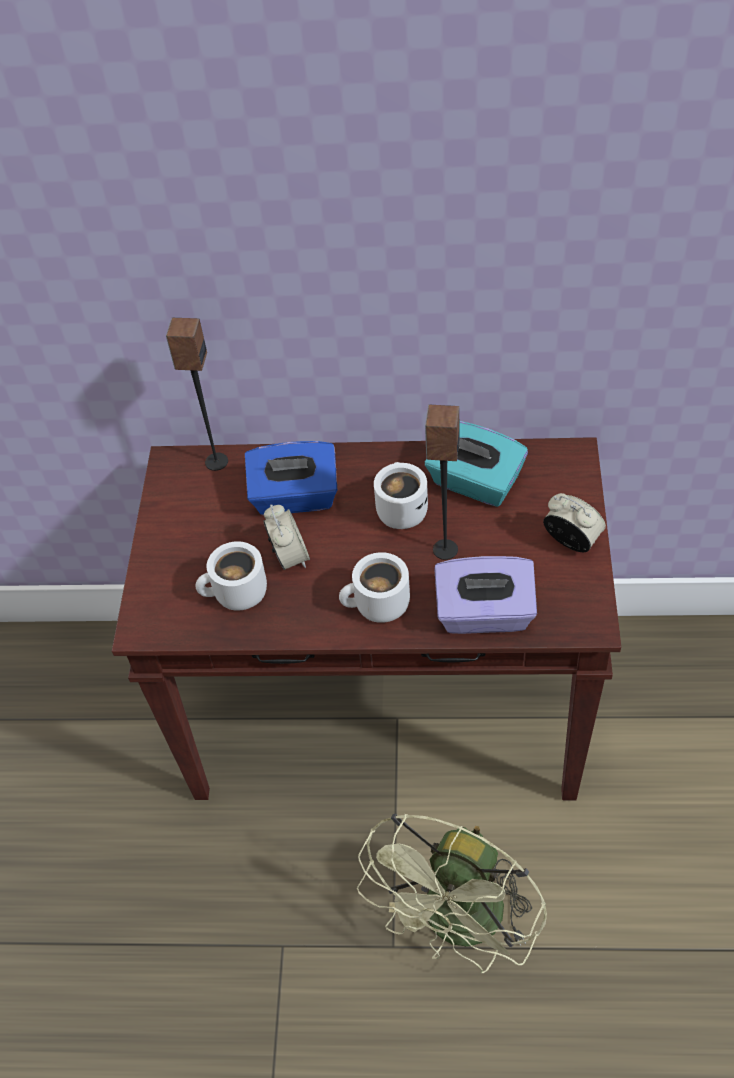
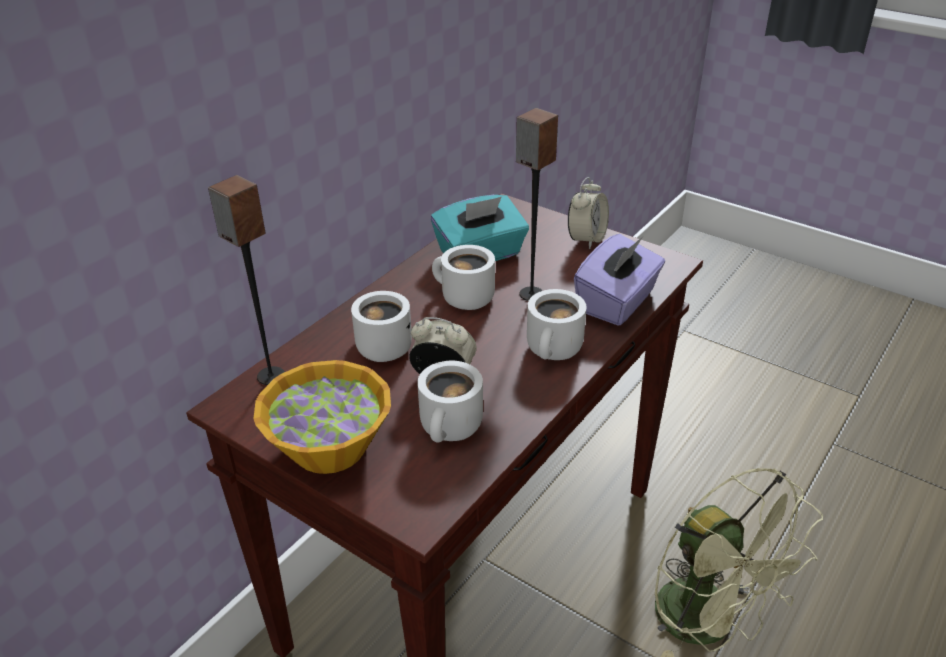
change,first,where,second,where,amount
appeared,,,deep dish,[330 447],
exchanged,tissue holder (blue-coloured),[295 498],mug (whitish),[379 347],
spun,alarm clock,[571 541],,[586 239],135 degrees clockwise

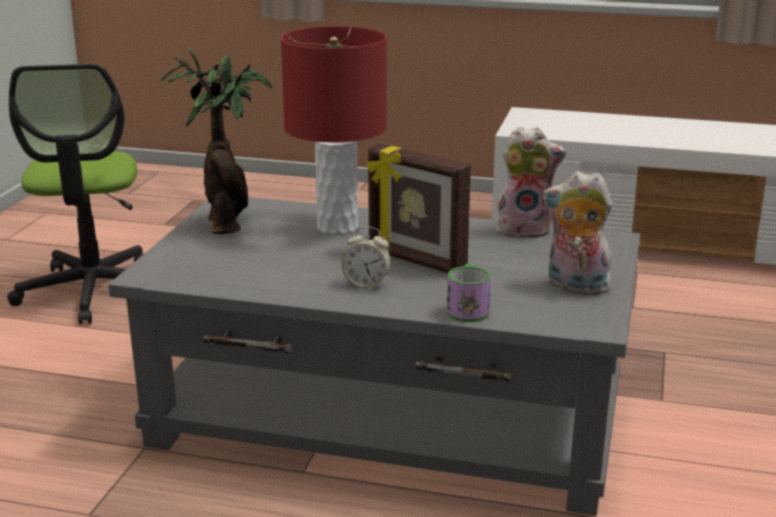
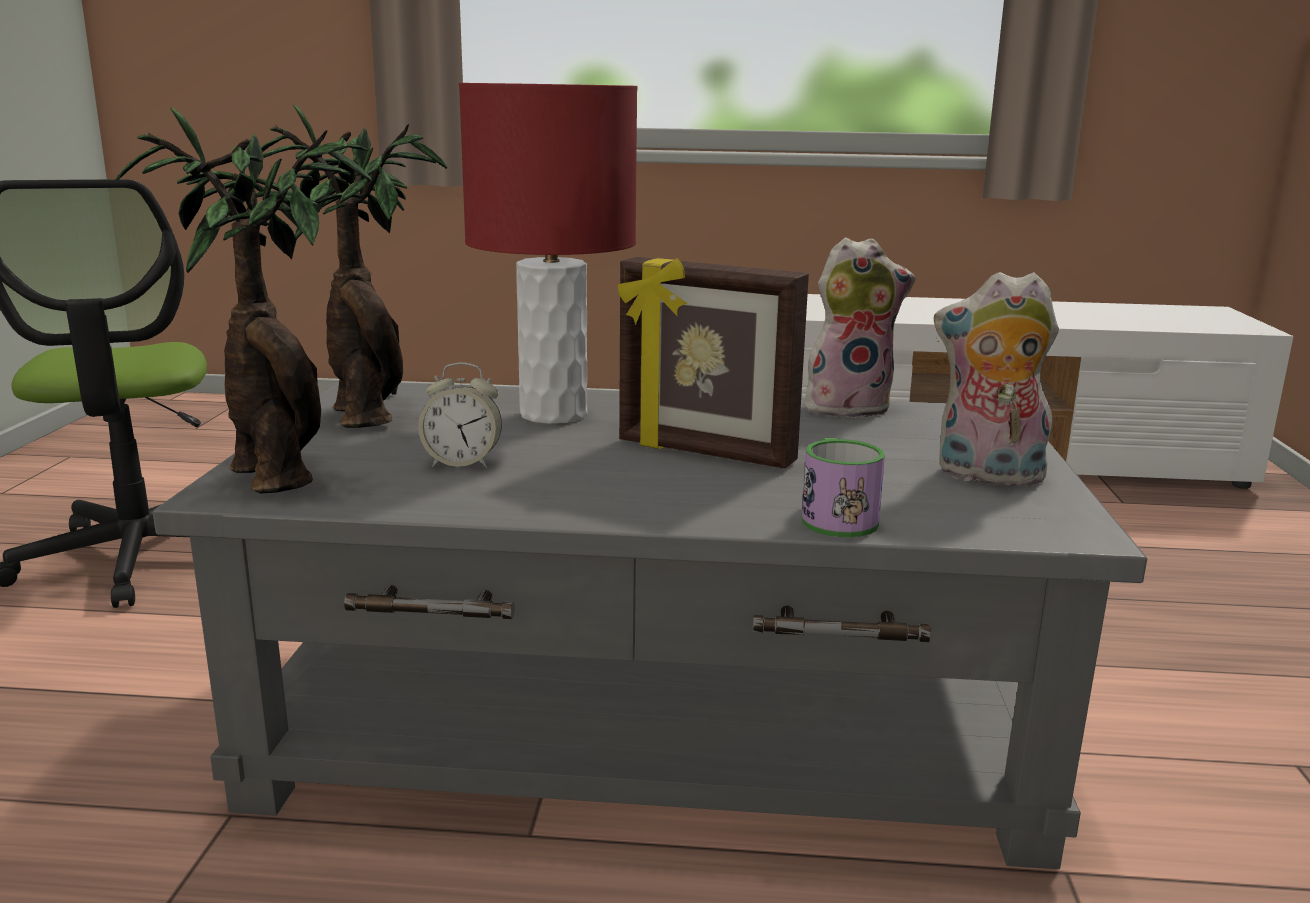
change,first,where,second,where,amount
appeared,,,plant in a pot,[275 474],
relocated,alarm clock,[366 285],,[462 463],

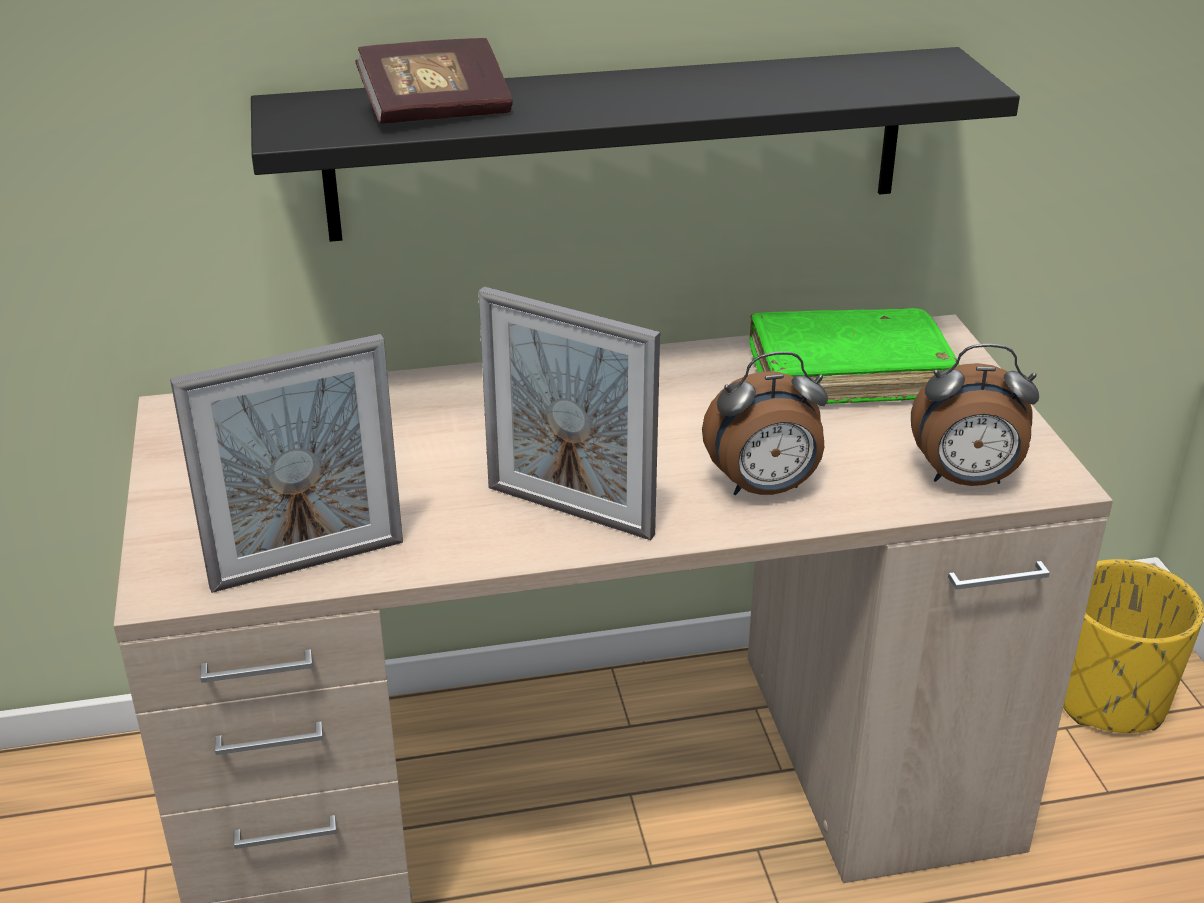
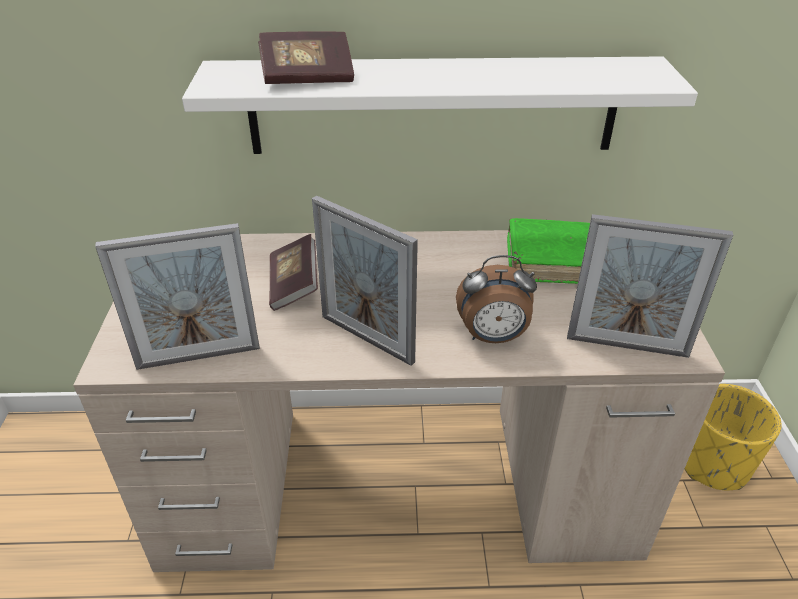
change,first,where,second,where,amount
colour,wall shelf (blackish),[618 144],wall shelf (whitish),[433 106],
appeared,,,volume,[294 285],
exchanged,alarm clock,[966 480],photo frame,[626 346],

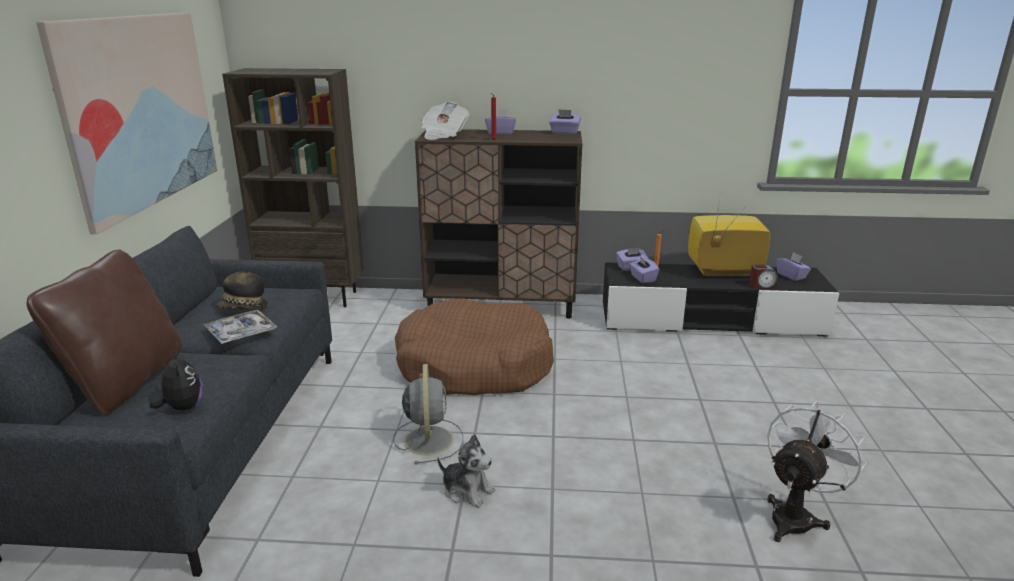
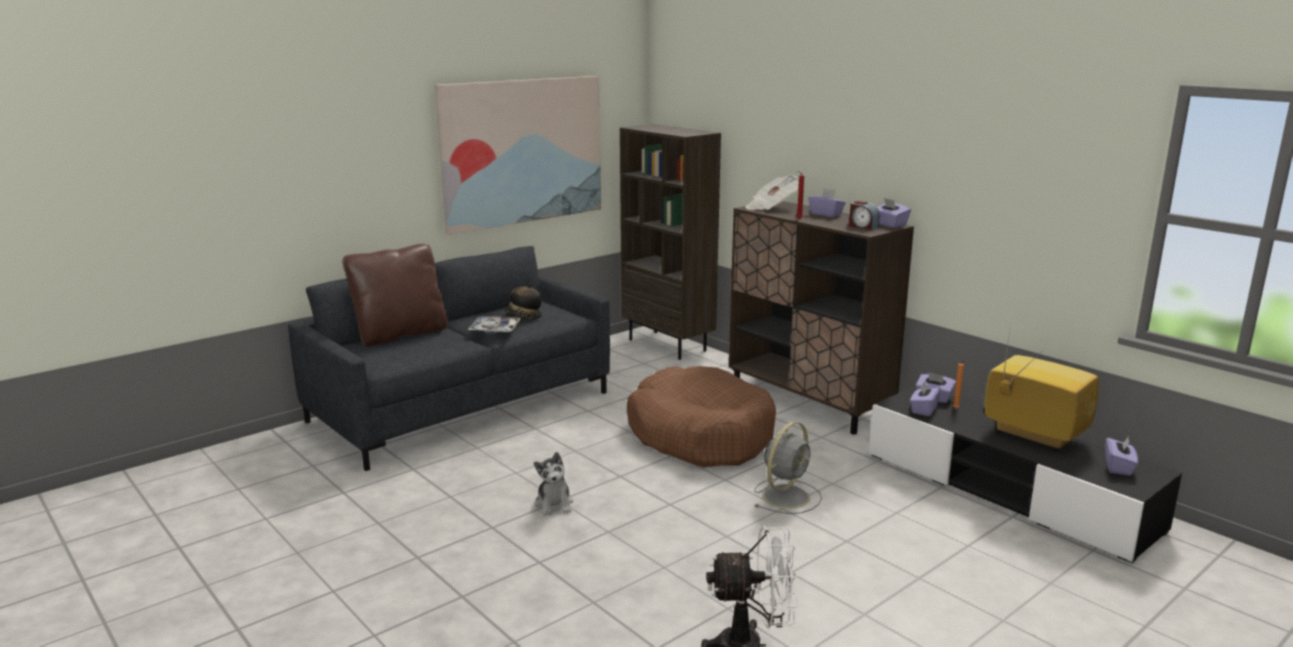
change,first,where,second,where,amount
relocated,electric fan (greyish),[428 439],,[787 496],
relocated,alarm clock,[762 286],,[862 226],
missing,cuddly toy,[183 407],,,

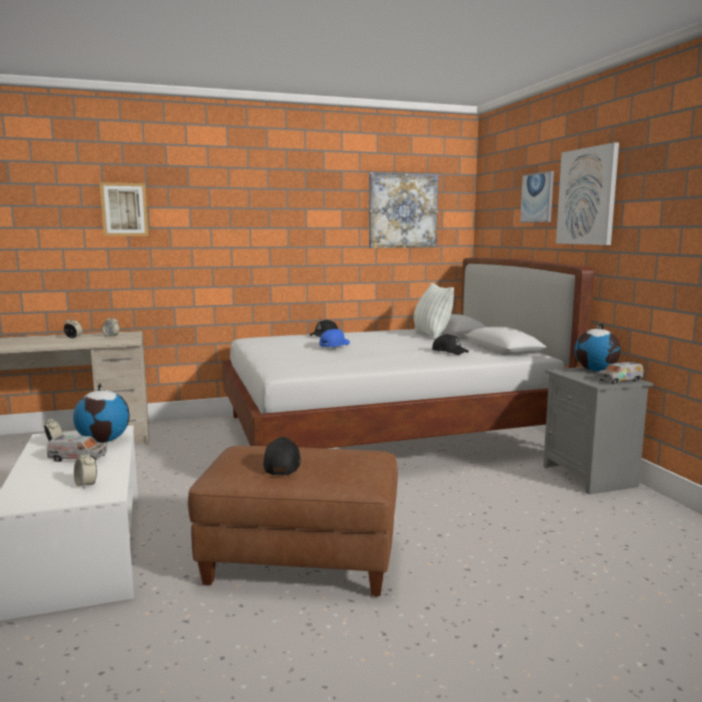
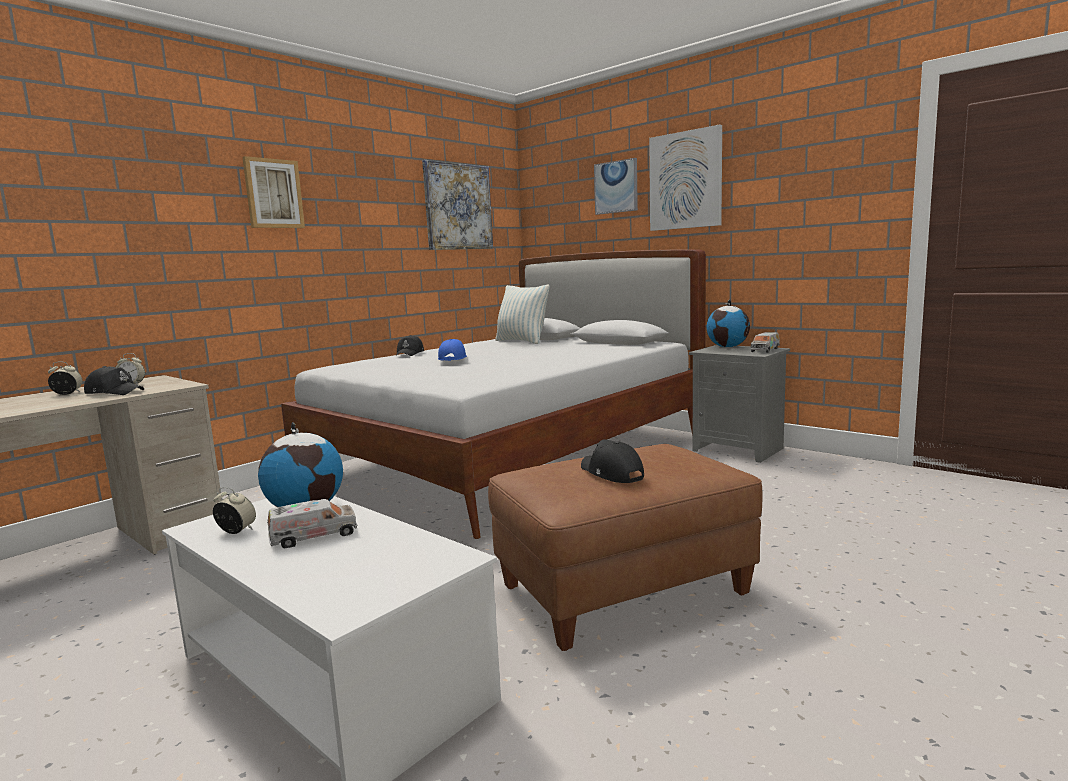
change,first,where,second,where,amount
relocated,peaked cap (blackish),[449 351],,[114 392],
relocated,picture,[124 209],,[273 194],
missing,alarm clock,[86 485],,,

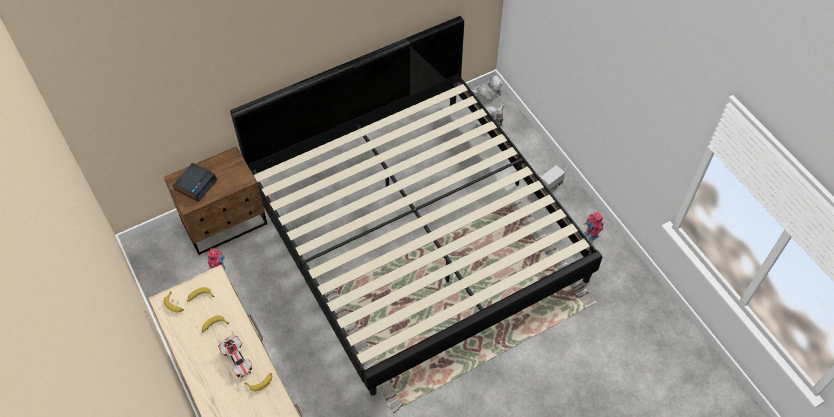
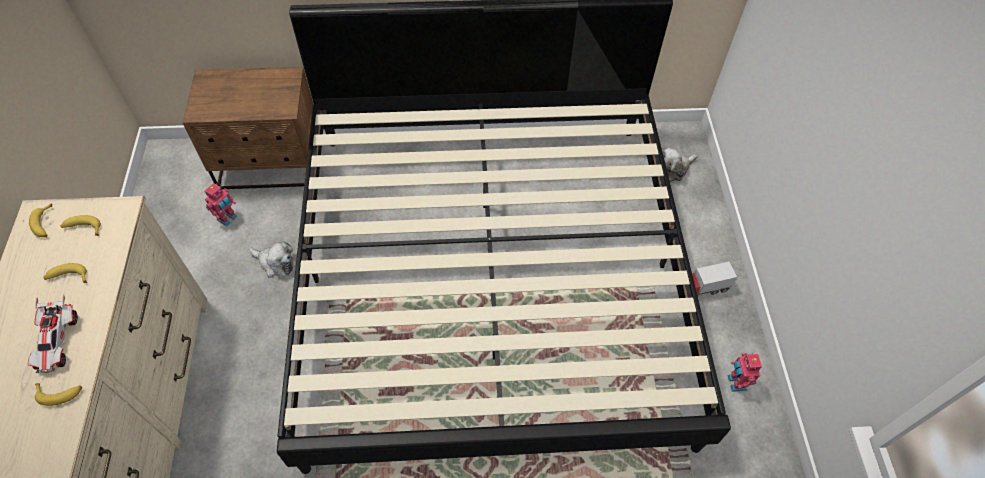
change,first,where,second,where,amount
relocated,cuddly toy,[488 92],,[276 263],
missing,alarm clock,[196 184],,,

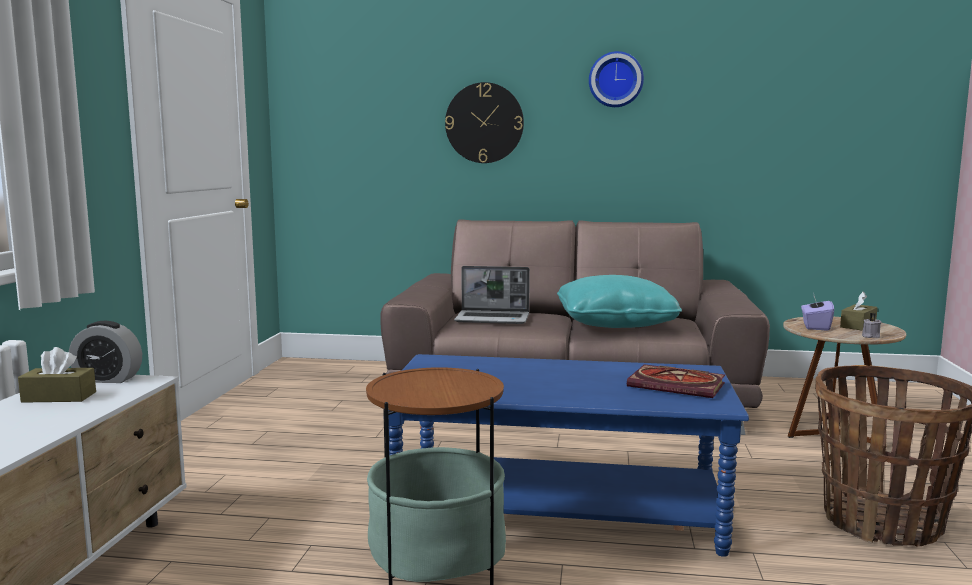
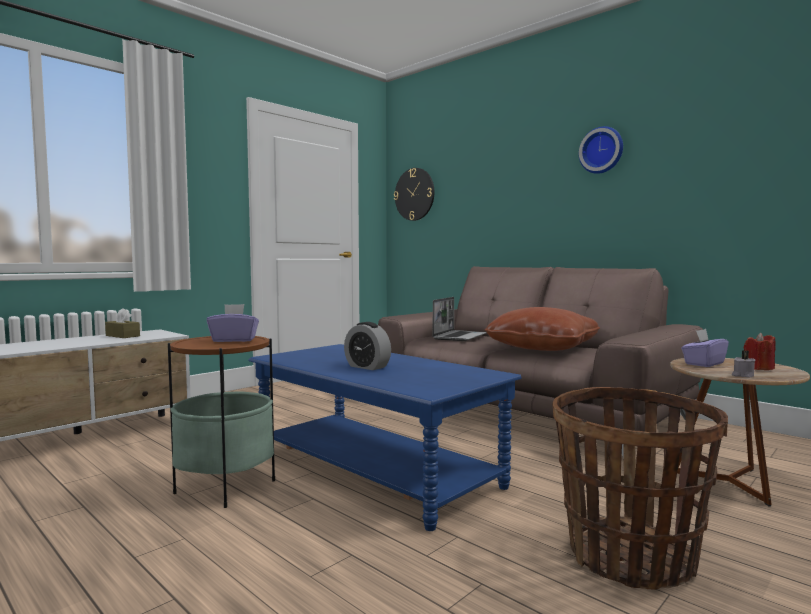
change,first,where,second,where,amount
appeared,,,tissue holder (purple-coloured),[234 340],
relocated,alarm clock,[108 379],,[367 367],
relocated,wall clock,[484 123],,[414 194],
spun,laptop,[493 319],,[459 337],105 degrees counterclockwise
colour,pillow (turquoise),[615 324],pillow (brown-coloured),[542 348],
exchanged,tissue holder (brown-coloured),[858 325],wax light (red-coloured),[758 368],
missing,volume,[679 385],,,

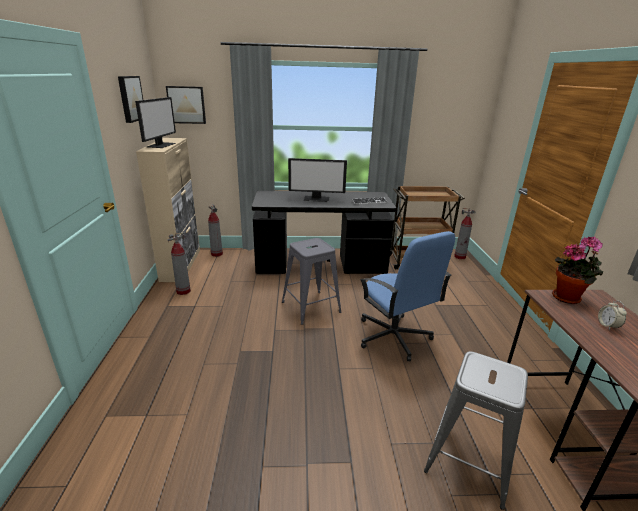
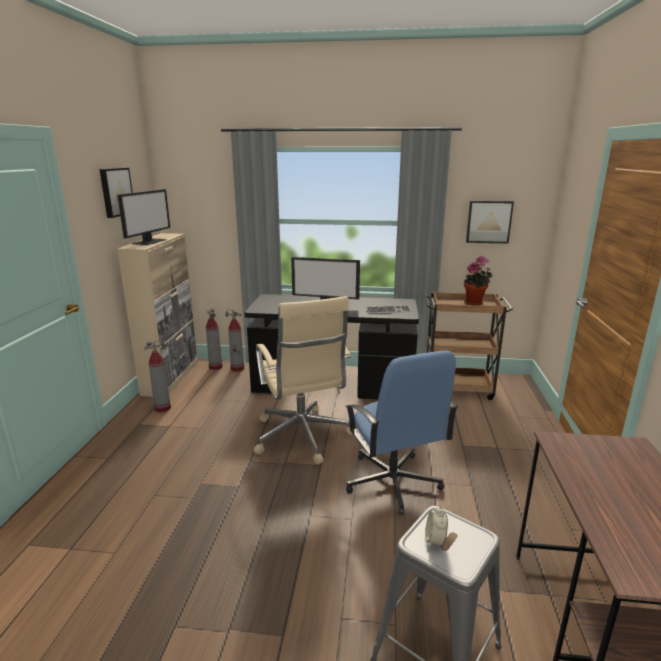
change,first,where,second,where,amount
relocated,fire-fighting cylinder,[460 257],,[237 368],
exchanged,stool (greyish),[311 307],desk chair (beige),[302 437],
relocated,alarm clock,[607 325],,[435 540],
relocated,plant in a pot,[568 298],,[475 303],
relocated,picture,[186 105],,[488 221],

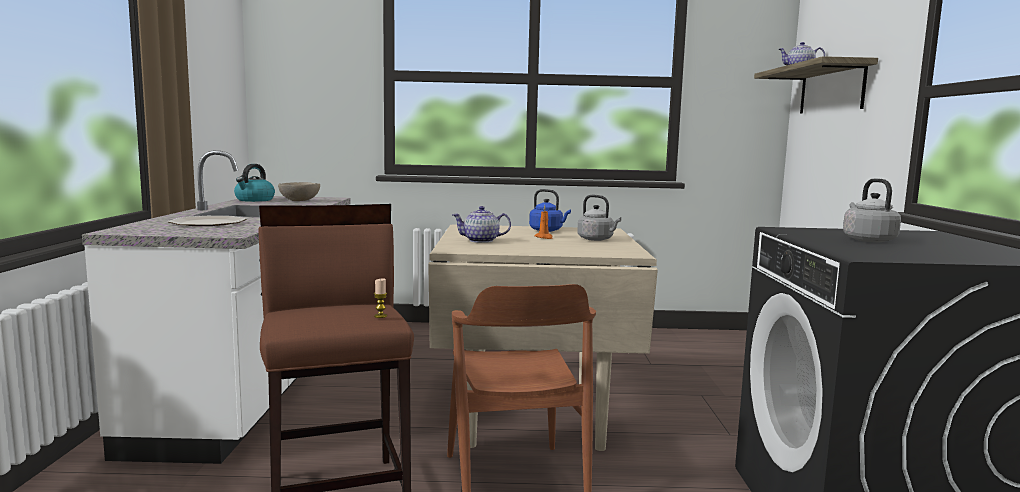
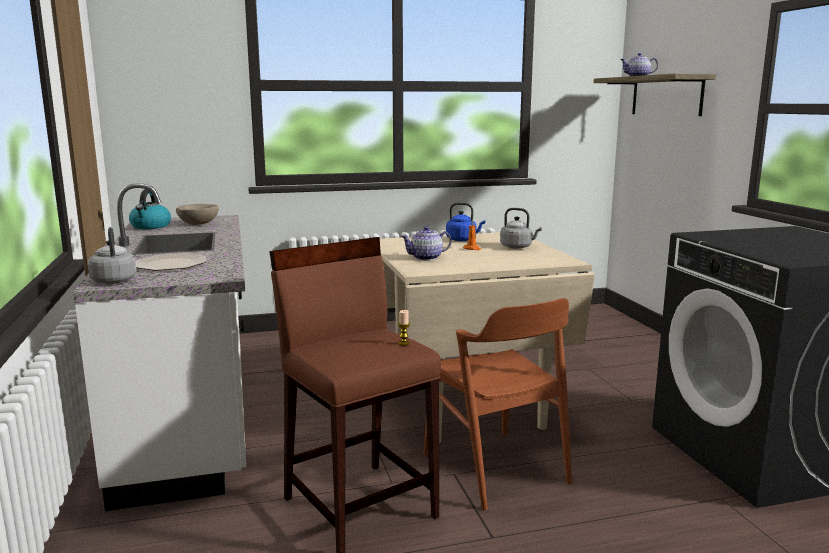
change,first,where,second,where,amount
relocated,kettle (greyish),[867 240],,[114 280],

